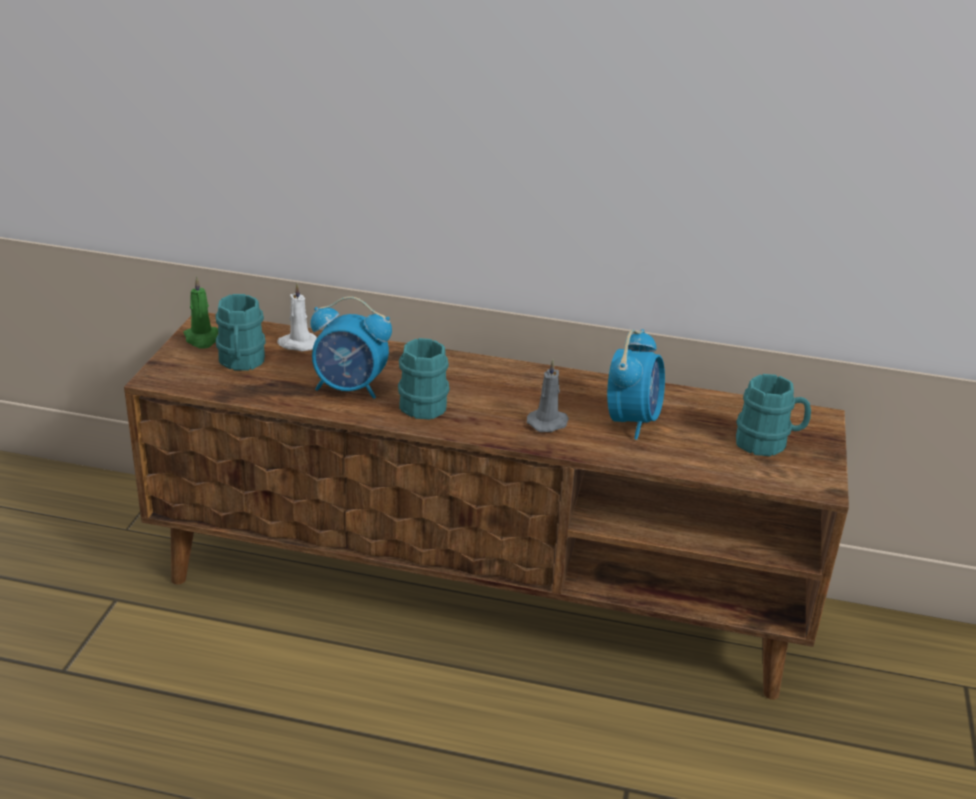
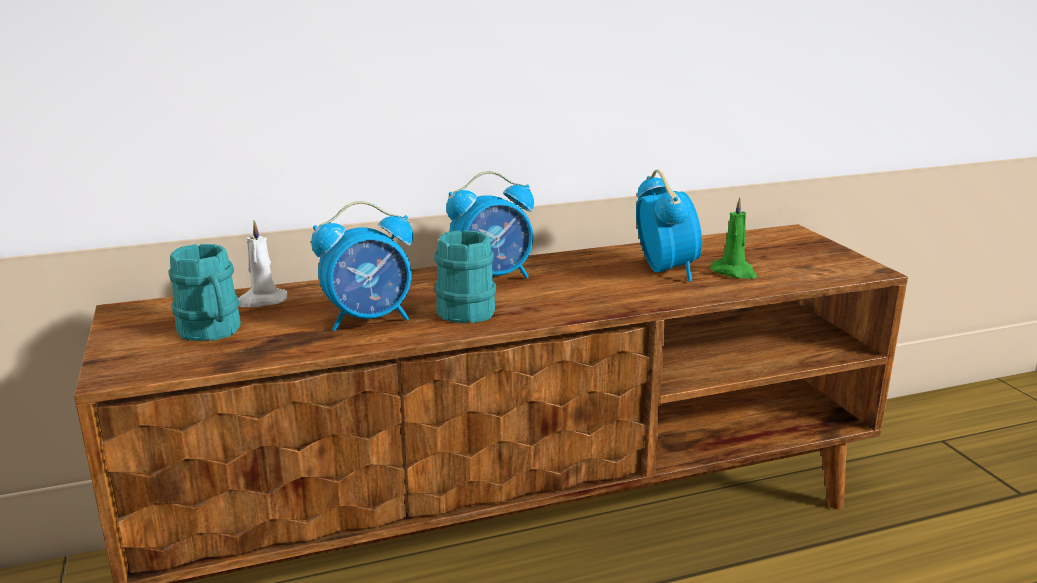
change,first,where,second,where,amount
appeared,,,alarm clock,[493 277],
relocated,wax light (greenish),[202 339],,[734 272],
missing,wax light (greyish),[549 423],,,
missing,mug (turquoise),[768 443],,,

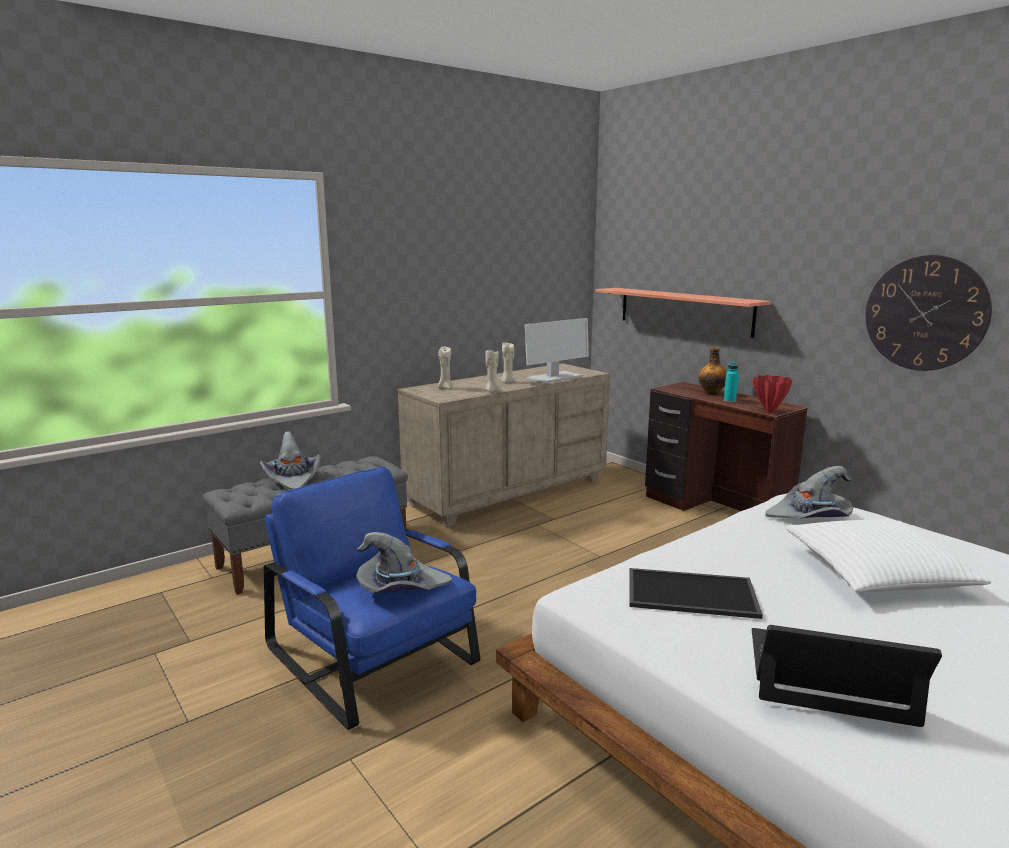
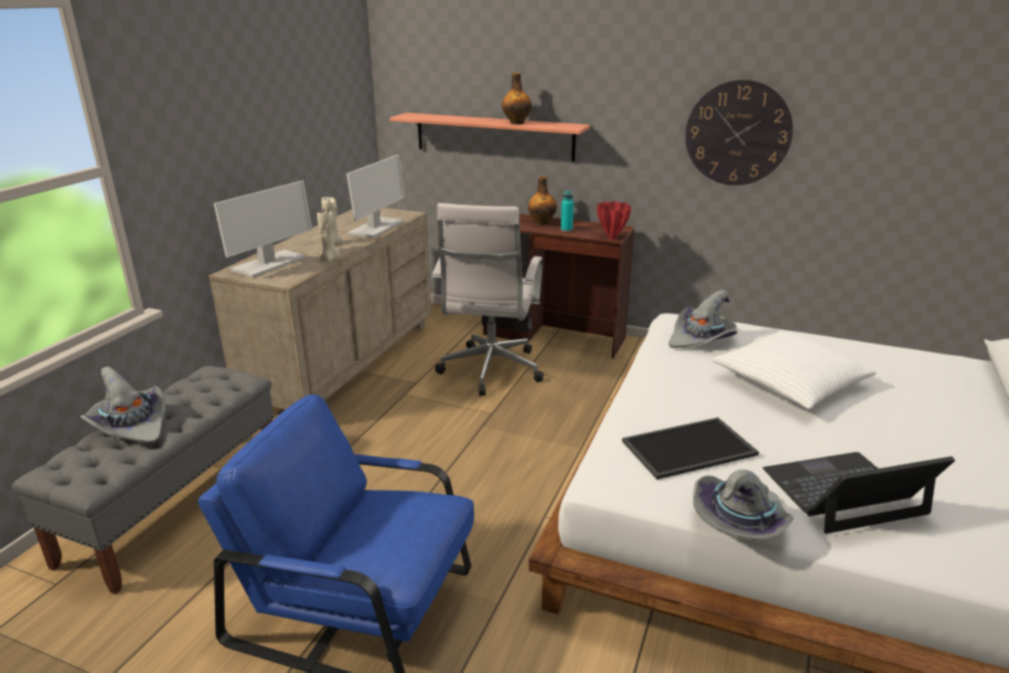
change,first,where,second,where,amount
exchanged,wax light (beige),[445 388],computer display,[269 264],
appeared,,,desk chair (whitish),[490 372],
appeared,,,drink bottle,[516 123],
relocated,clothing hat (greyish),[400 587],,[741 521],

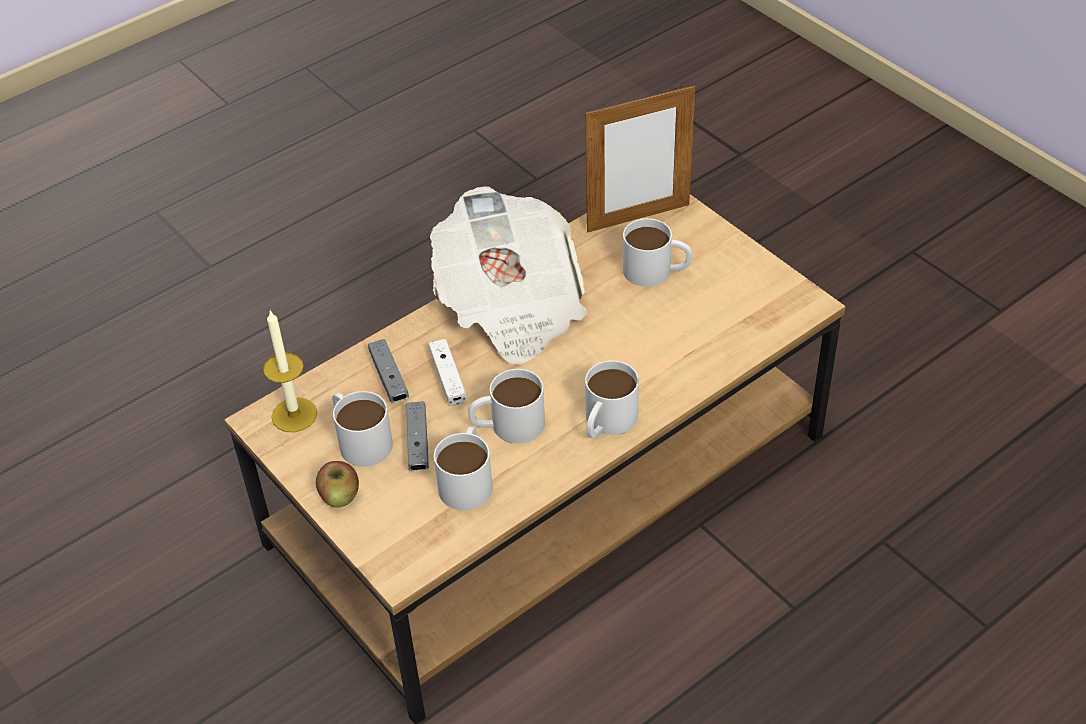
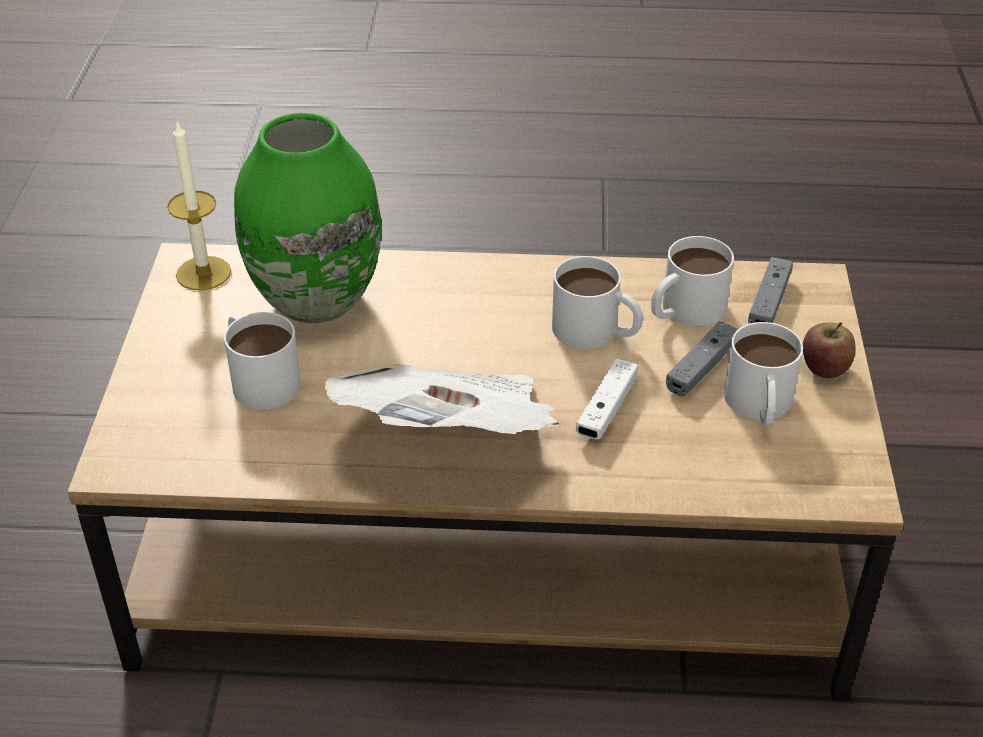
change,first,where,second,where,amount
relocated,wax light,[294 415],,[203 273],
appeared,,,vase (greenish),[315 300],
relocated,gamepad (greyish),[389 378],,[769 302],
missing,photo frame,[638 218],,,
missing,mug (whitish),[606 422],,,

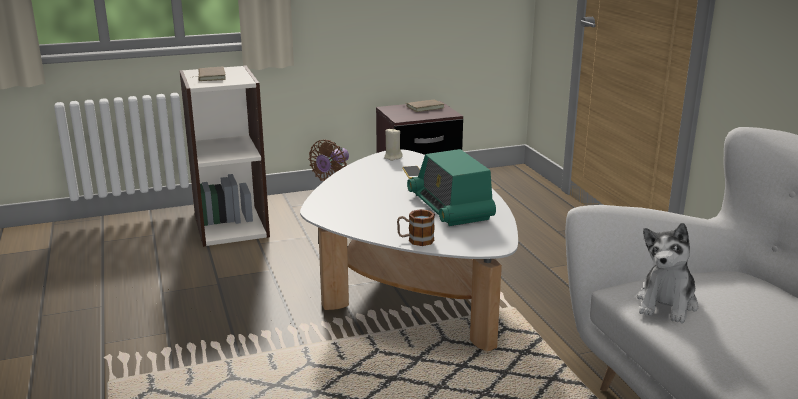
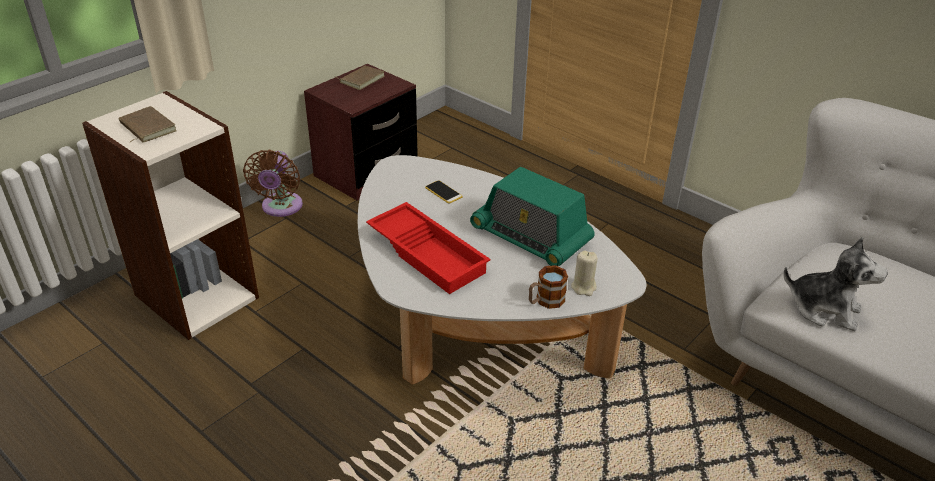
change,first,where,second,where,amount
appeared,,,carrying tray (red-coloured),[429 253],
relocated,wax light (beige),[392 157],,[583 287],
spun,cuddly toy,[667 304],,[824 309],60 degrees counterclockwise

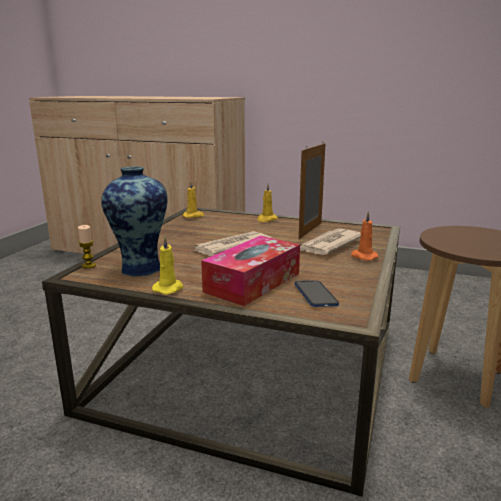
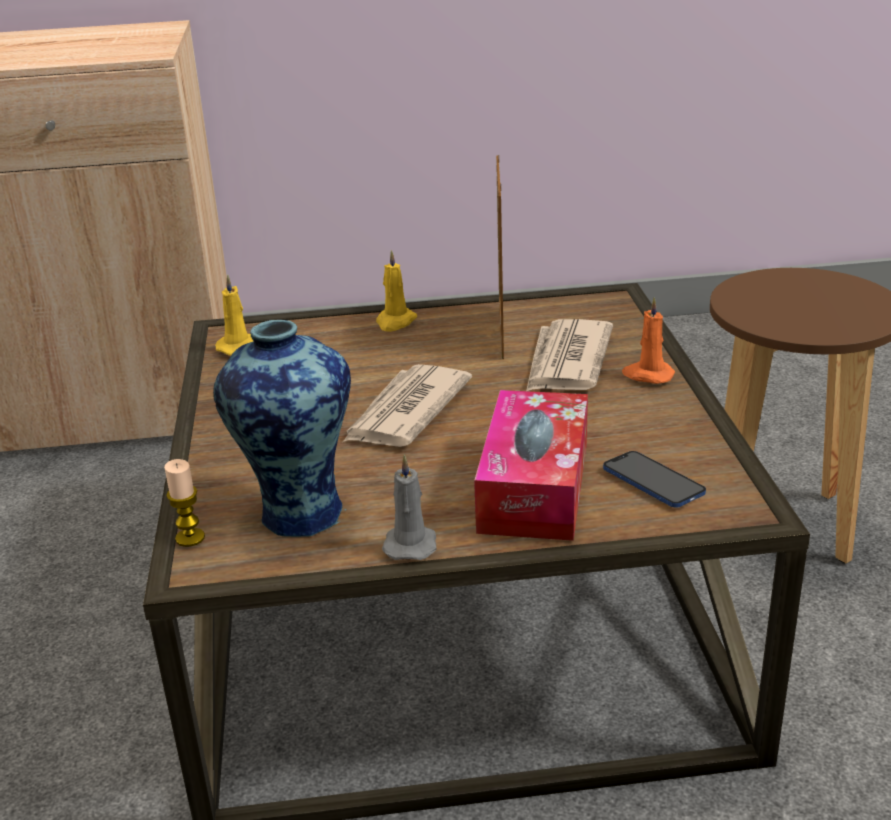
change,first,where,second,where,amount
colour,wax light (yellowish),[169 288],wax light (greyish),[410 544],

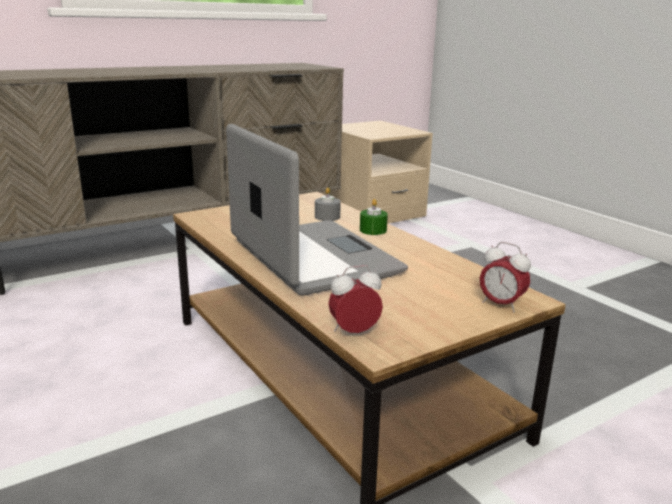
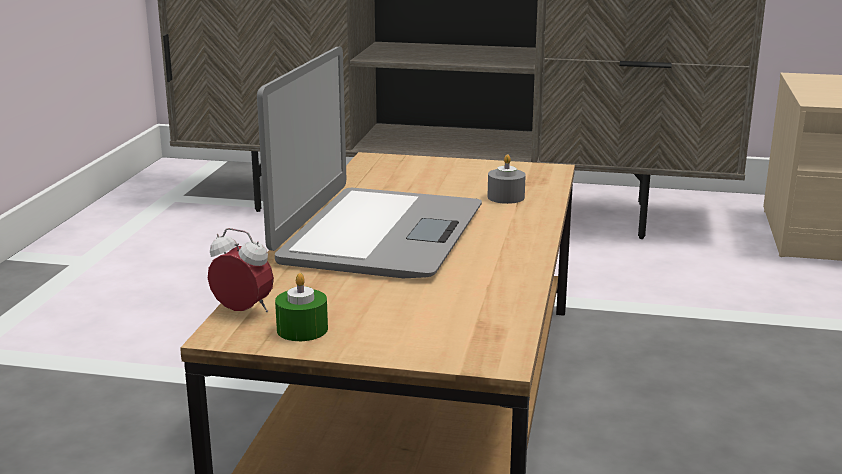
change,first,where,second,where,amount
relocated,wax light (greenish),[373 230],,[302 329],
missing,alarm clock,[501 305],,,

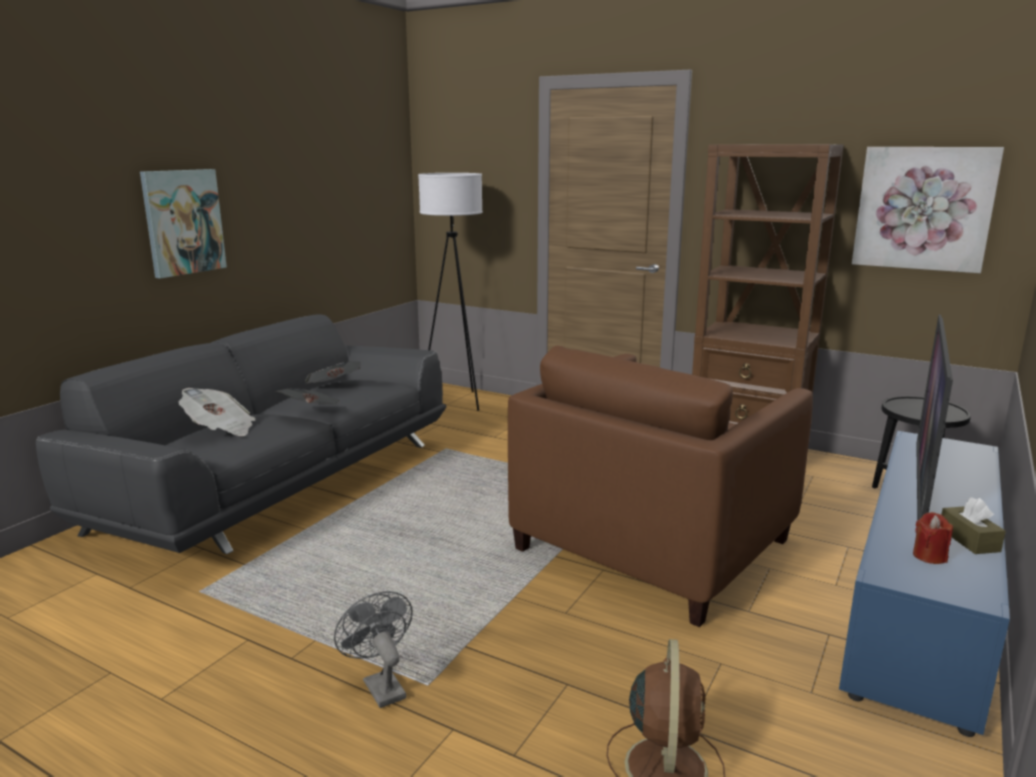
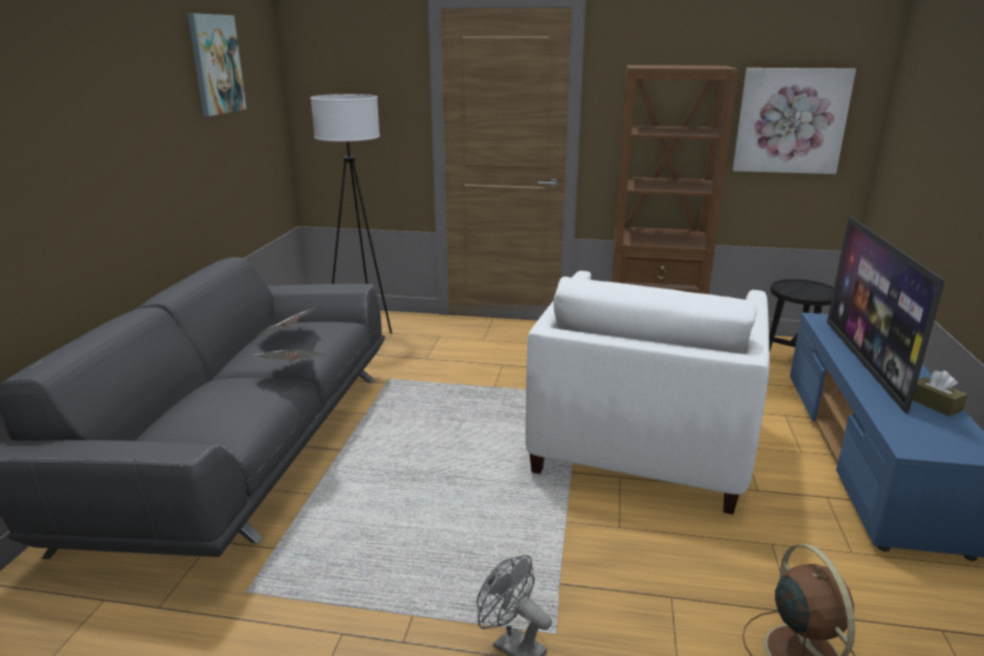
change,first,where,second,where,amount
relocated,picture,[183 222],,[216 64],
colour,armchair (brown-coloured),[654 545],armchair (whitish),[643 443],
missing,daily paper,[220 429],,,
missing,wax light (red-coloured),[929 556],,,

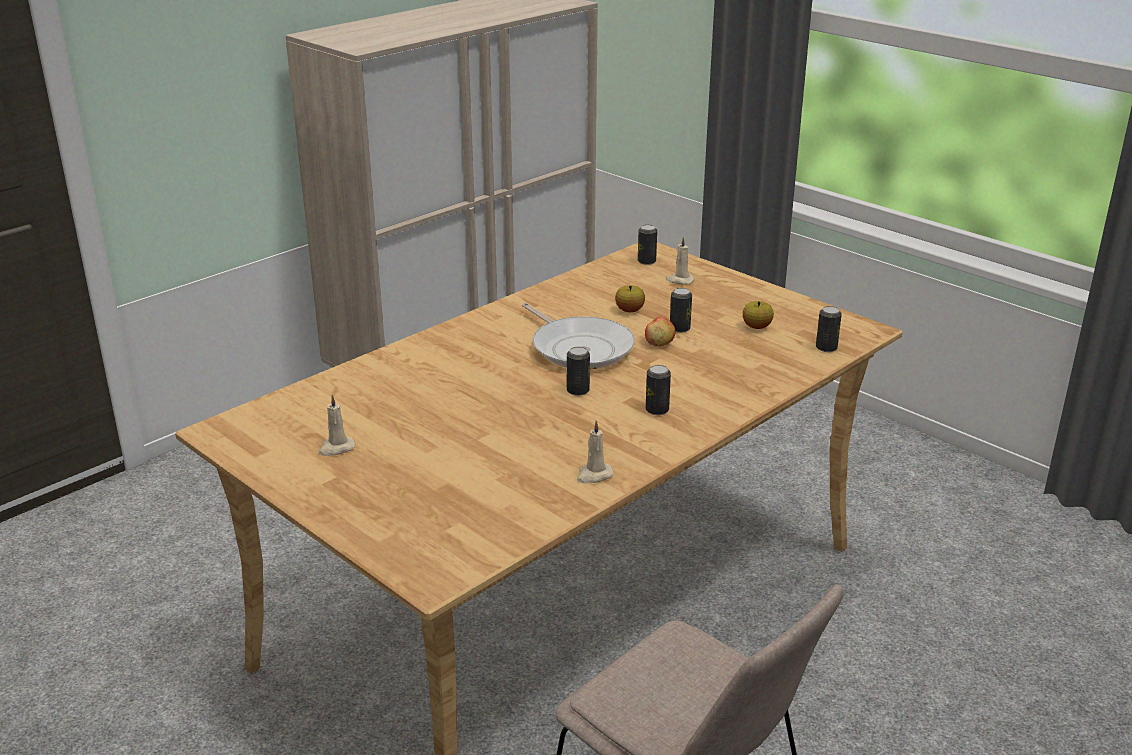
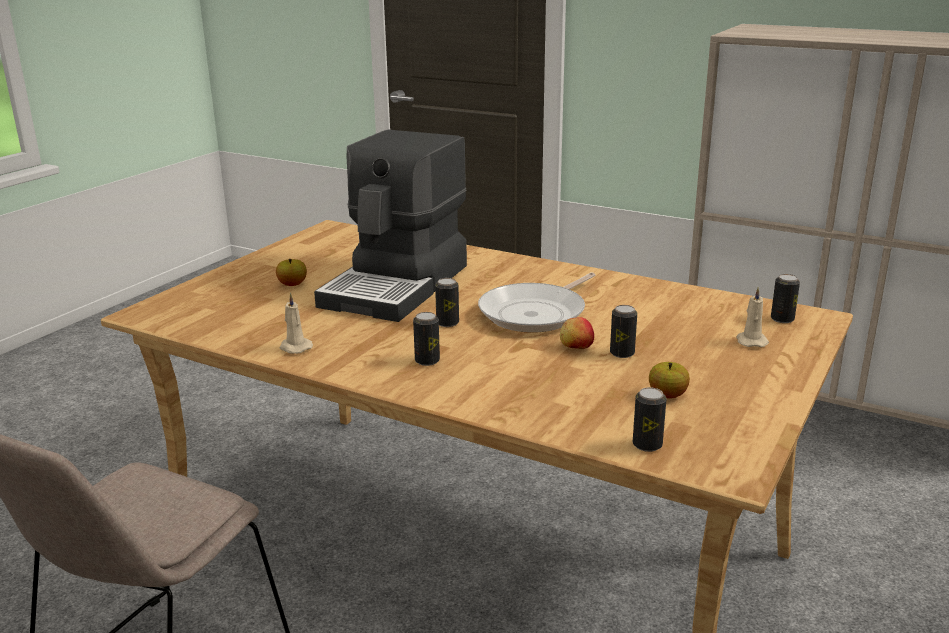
change,first,where,second,where,amount
relocated,apple fruit,[629 310],,[292 284],
appeared,,,coffee machine,[398 285],
missing,wax light (beige),[336 448],,,

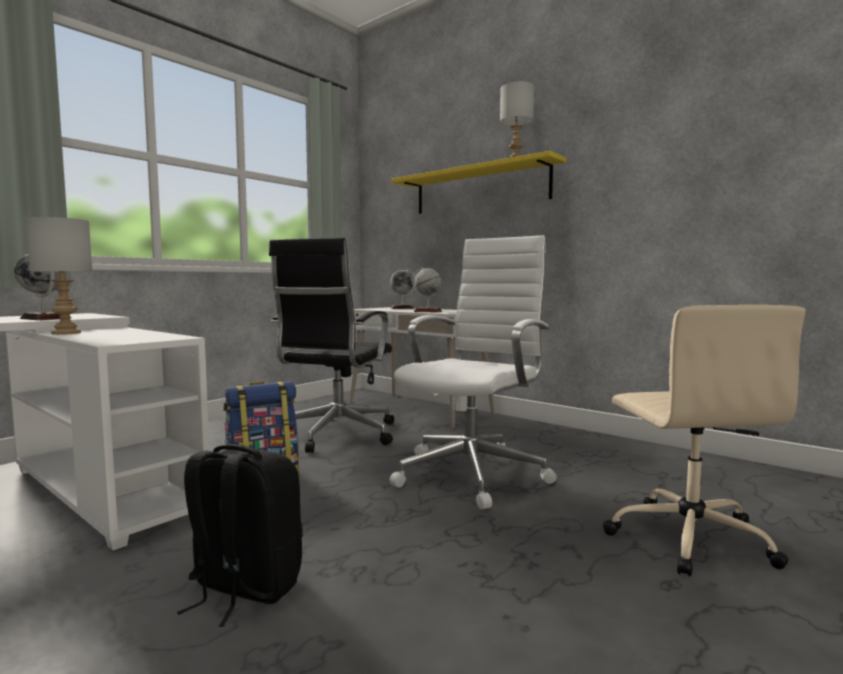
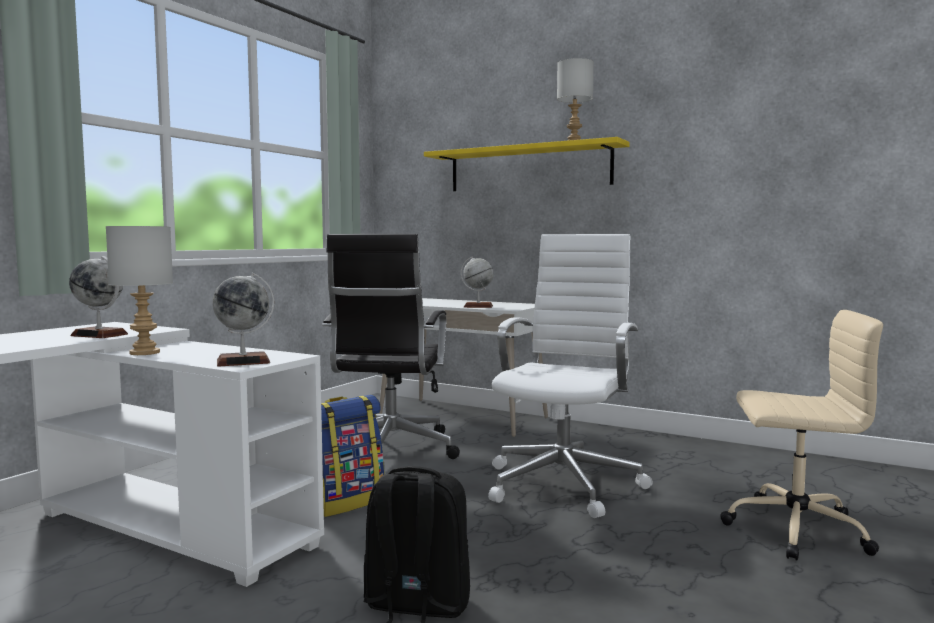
change,first,where,second,where,amount
relocated,globe,[402 308],,[243 362],
spun,desk chair (beige),[688 537],,[793 529],60 degrees counterclockwise

